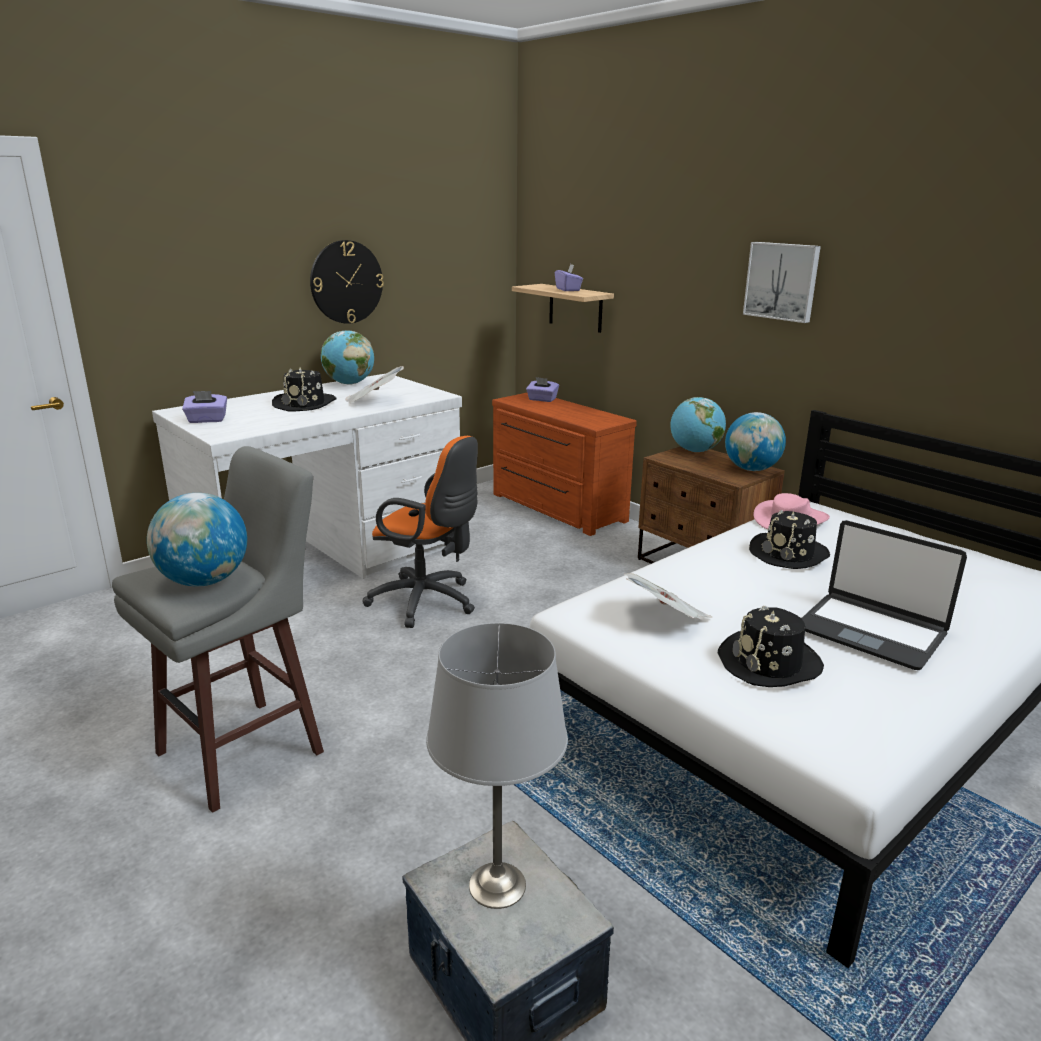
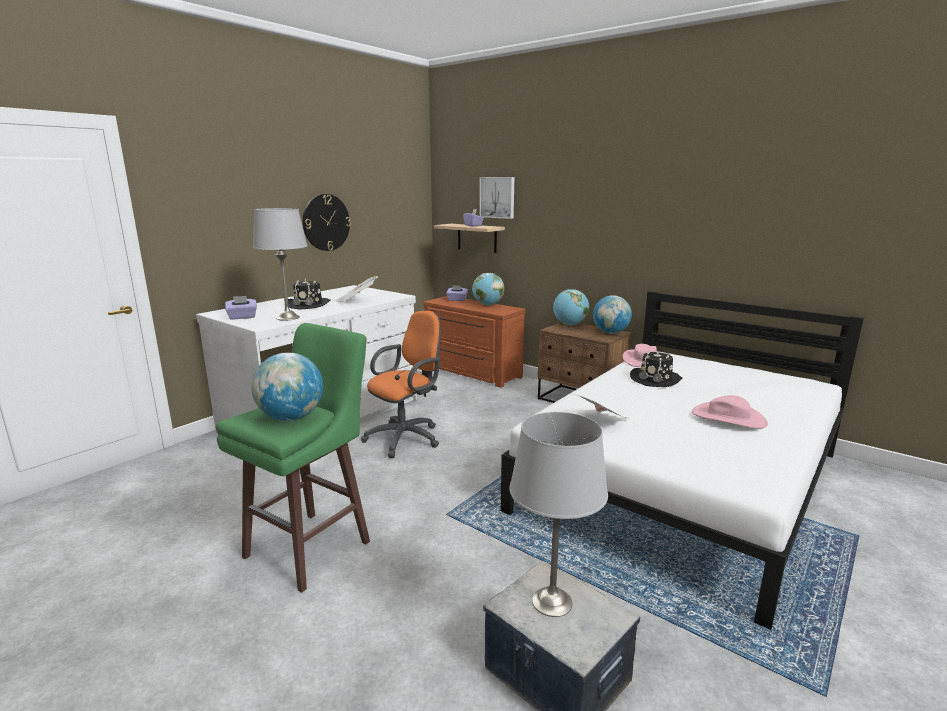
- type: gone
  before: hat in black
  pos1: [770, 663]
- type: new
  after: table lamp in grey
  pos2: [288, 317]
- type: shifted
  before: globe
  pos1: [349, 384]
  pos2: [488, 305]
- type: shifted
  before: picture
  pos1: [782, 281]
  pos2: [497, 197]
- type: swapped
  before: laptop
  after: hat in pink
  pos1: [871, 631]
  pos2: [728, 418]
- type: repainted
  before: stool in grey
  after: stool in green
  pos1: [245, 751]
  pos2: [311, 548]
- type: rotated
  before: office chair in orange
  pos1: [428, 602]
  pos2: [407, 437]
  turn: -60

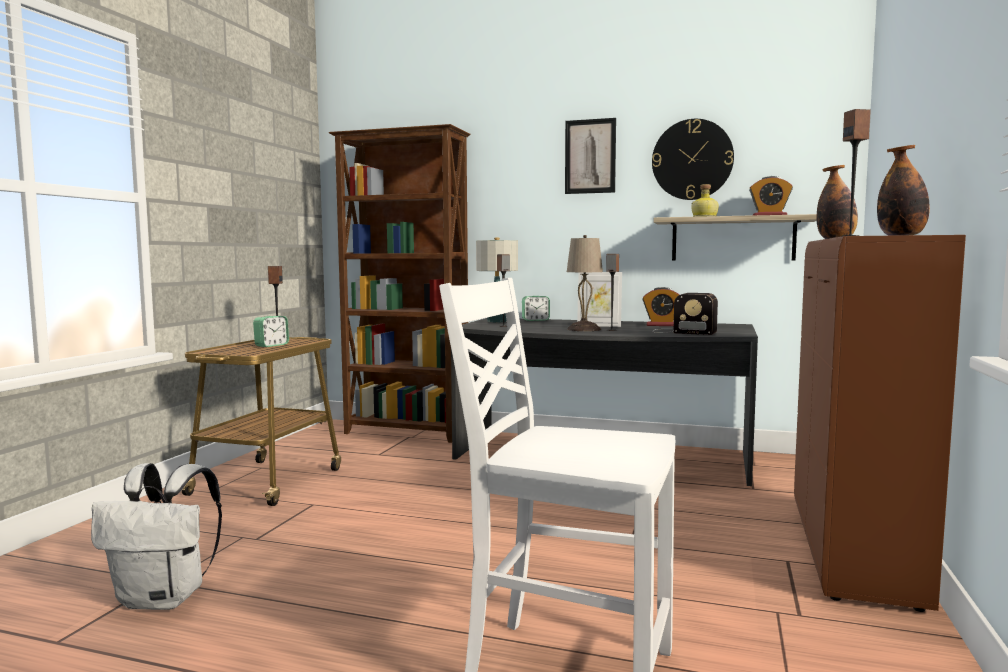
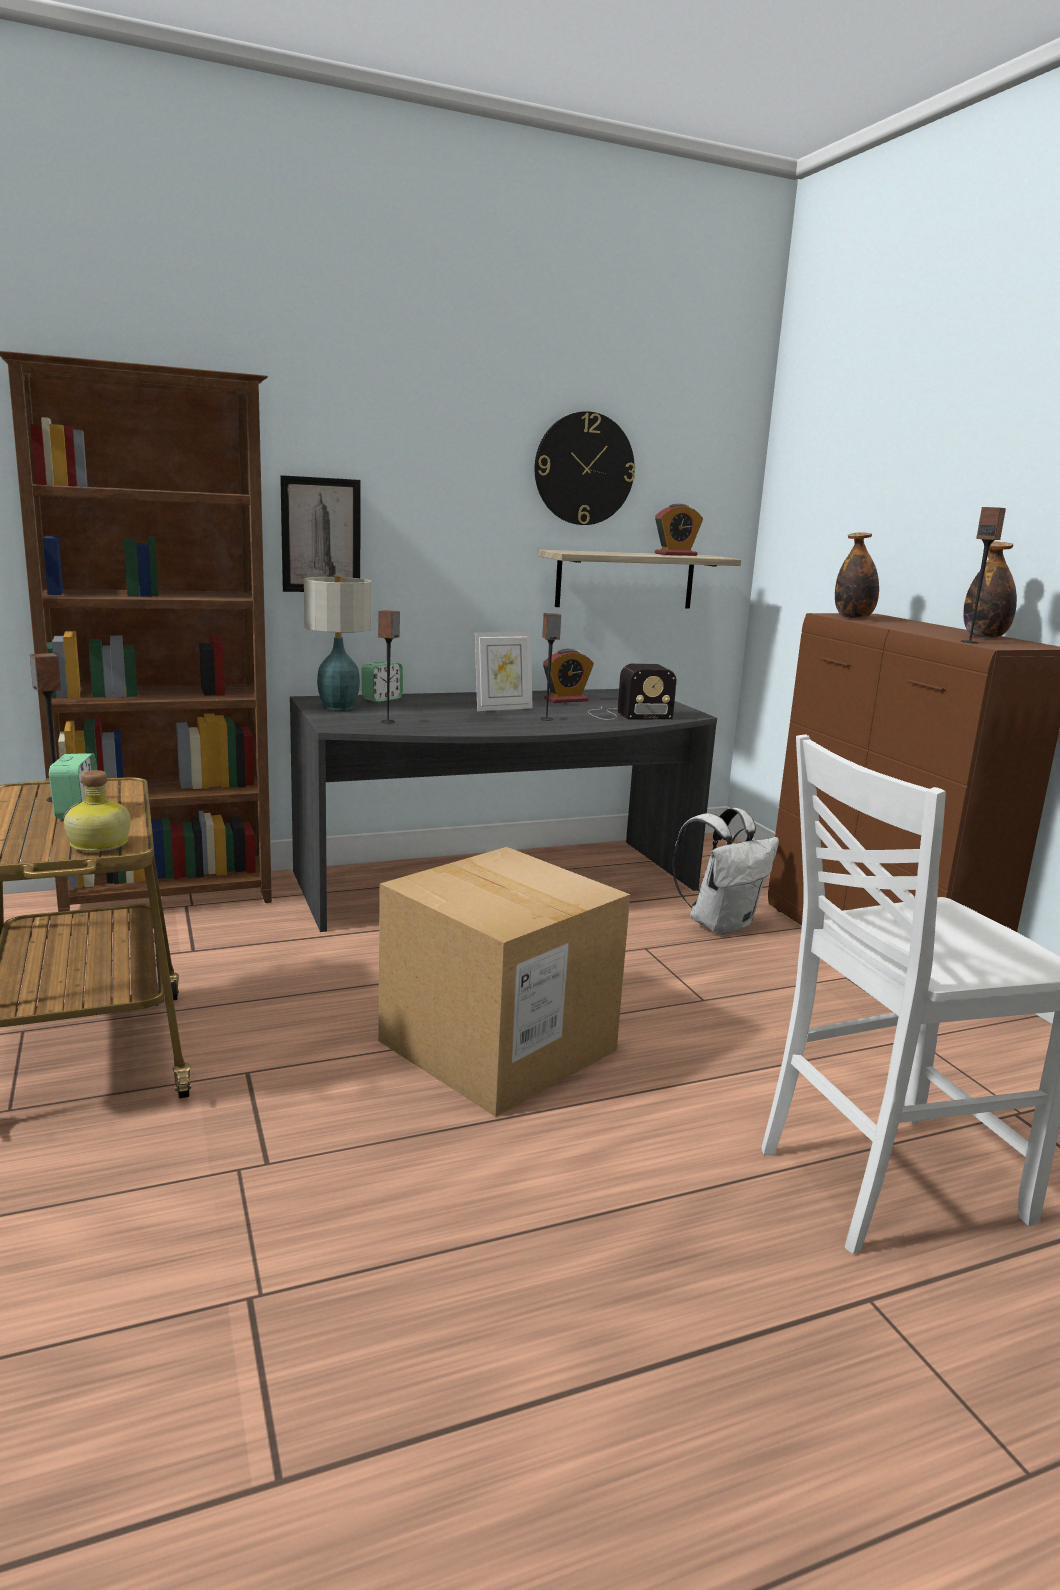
- type: gone
  before: table lamp in beige
  pos1: [584, 329]
- type: new
  after: cardboard box
  pos2: [497, 1045]
- type: shifted
  before: backpack in white
  pos1: [165, 598]
  pos2: [720, 924]
- type: shifted
  before: picture
  pos1: [590, 156]
  pos2: [321, 535]
- type: shifted
  before: bottle
  pos1: [704, 217]
  pos2: [99, 844]

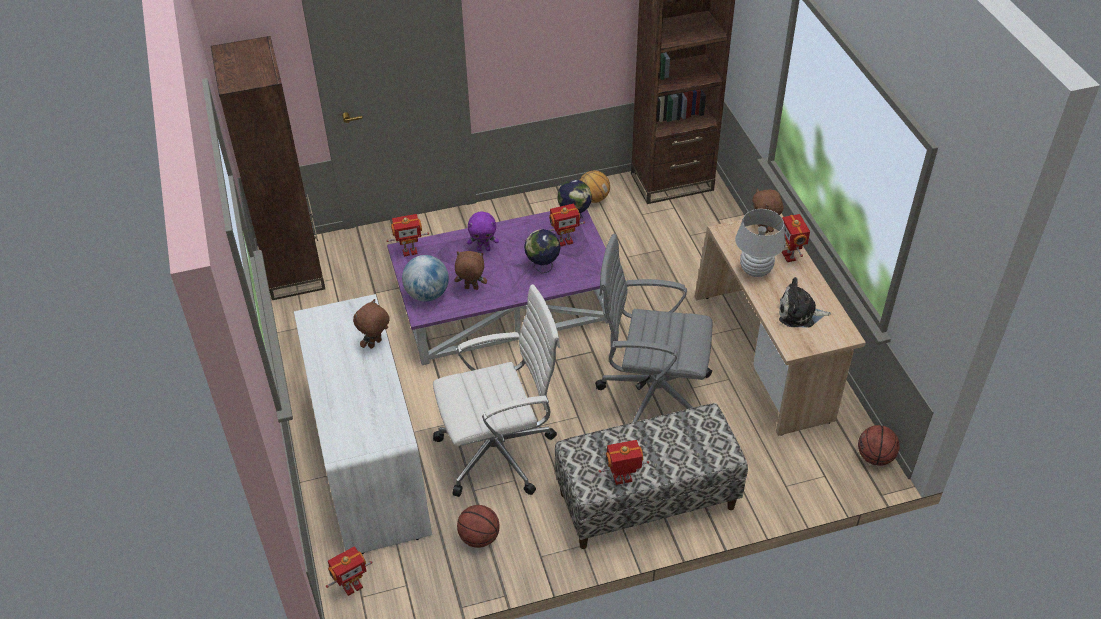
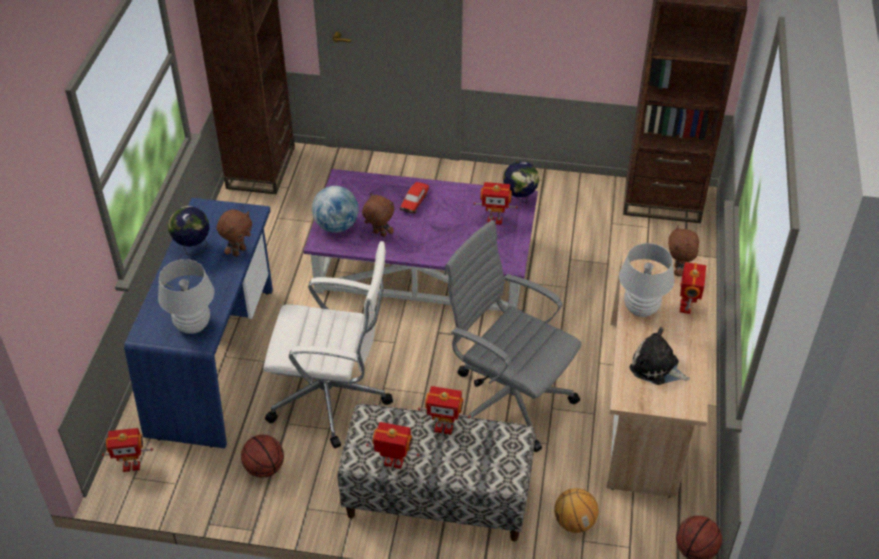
- type: new
  after: table lamp in white
  pos2: [193, 325]
- type: shifted
  before: toy robot
  pos1: [409, 251]
  pos2: [444, 427]
- type: shifted
  before: globe
  pos1: [542, 267]
  pos2: [193, 248]
- type: shifted
  before: basketball
  pos1: [593, 198]
  pos2: [574, 522]
- type: swapped
  before: plush toy in purple
  after: toy car
  pos1: [483, 249]
  pos2: [414, 202]
- type: repainted
  before: desk in white
  after: desk in blue
  pos1: [369, 460]
  pos2: [216, 360]
- type: rotated
  before: plush toy in brown
  pos1: [375, 344]
  pos2: [238, 251]
  turn: 150

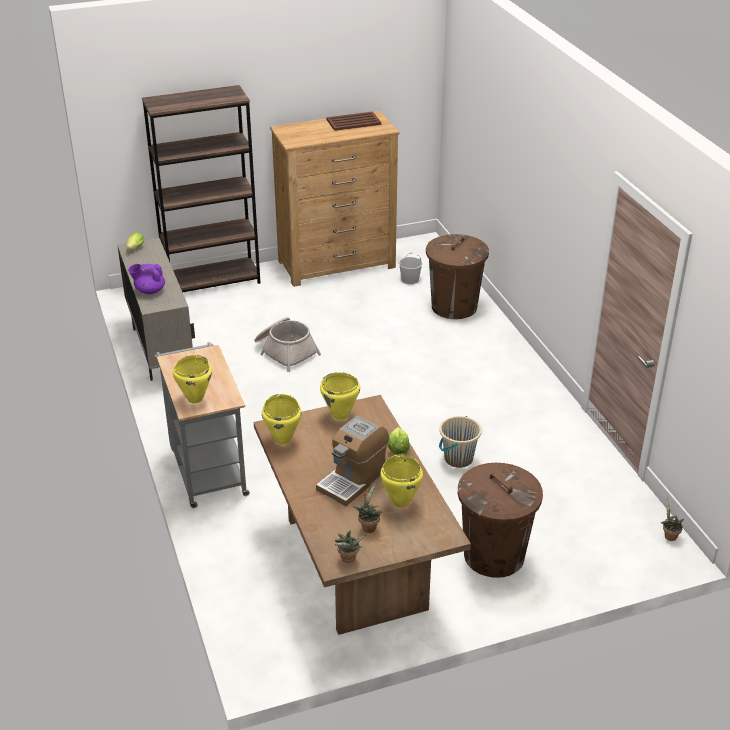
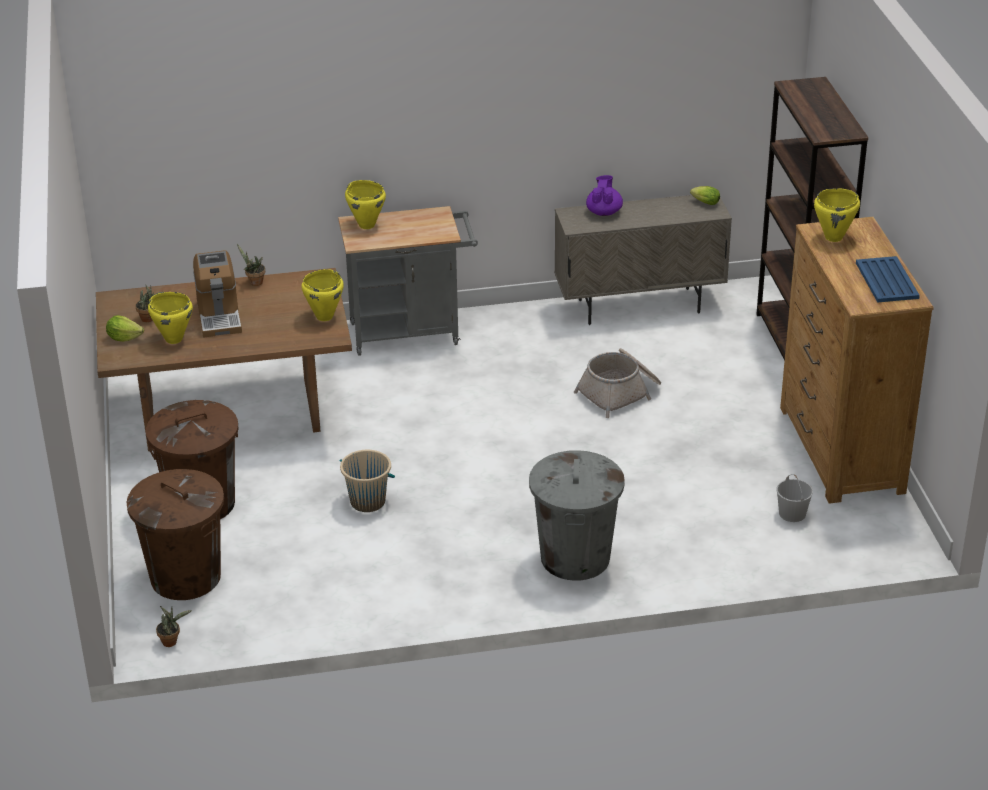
- type: new
  after: trash can in grey
  pos2: [575, 558]
- type: shifted
  before: cooking pot in yellow
  pos1: [283, 439]
  pos2: [834, 237]
- type: shifted
  before: potted plant
  pos1: [348, 560]
  pos2: [254, 282]
- type: shifted
  before: lettuce
  pos1: [398, 450]
  pos2: [124, 338]
- type: shifted
  before: trash can in brown
  pos1: [454, 306]
  pos2: [185, 576]
- type: repainted
  before: tray in brown
  after: tray in blue
  pos1: [354, 122]
  pos2: [886, 281]
- type: rotated
  before: coffee machine
  pos1: [353, 479]
  pos2: [219, 316]
  turn: -150

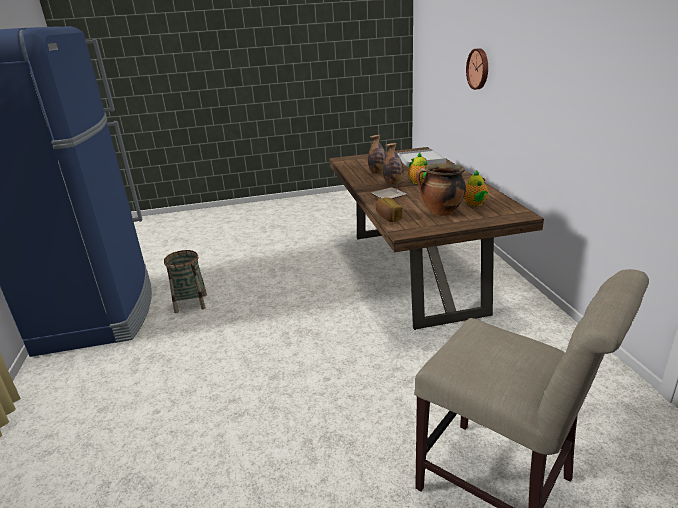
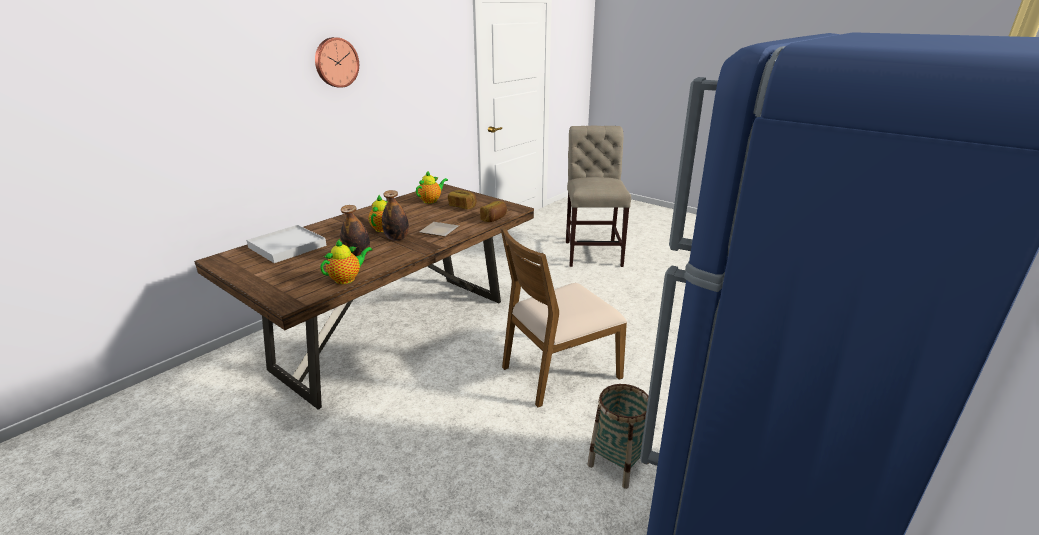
- type: new
  after: teapot
  pos2: [347, 279]
- type: new
  after: chair in brown
  pos2: [559, 371]
- type: shifted
  before: wall clock
  pos1: [479, 69]
  pos2: [336, 62]
- type: swapped
  before: cooking pot
  after: bread
  pos1: [441, 212]
  pos2: [462, 206]

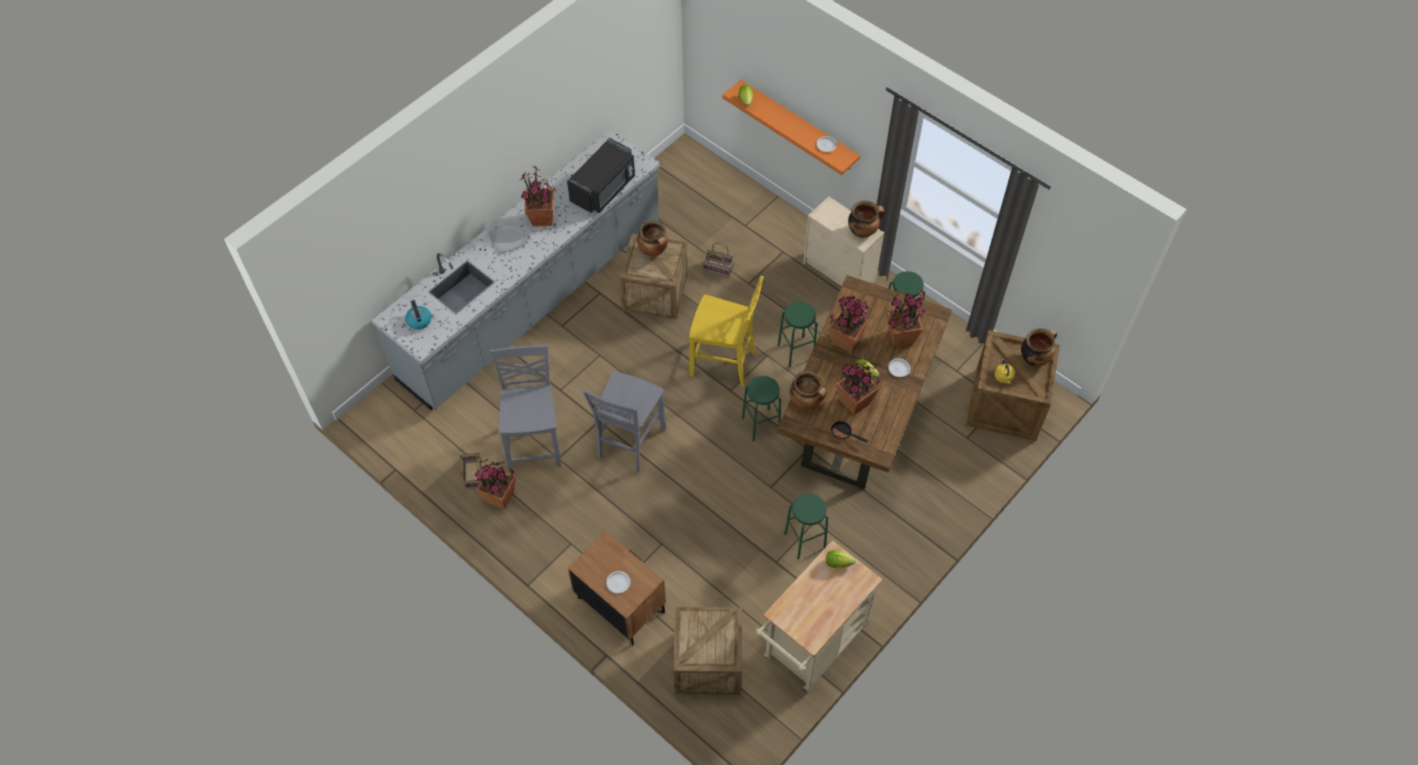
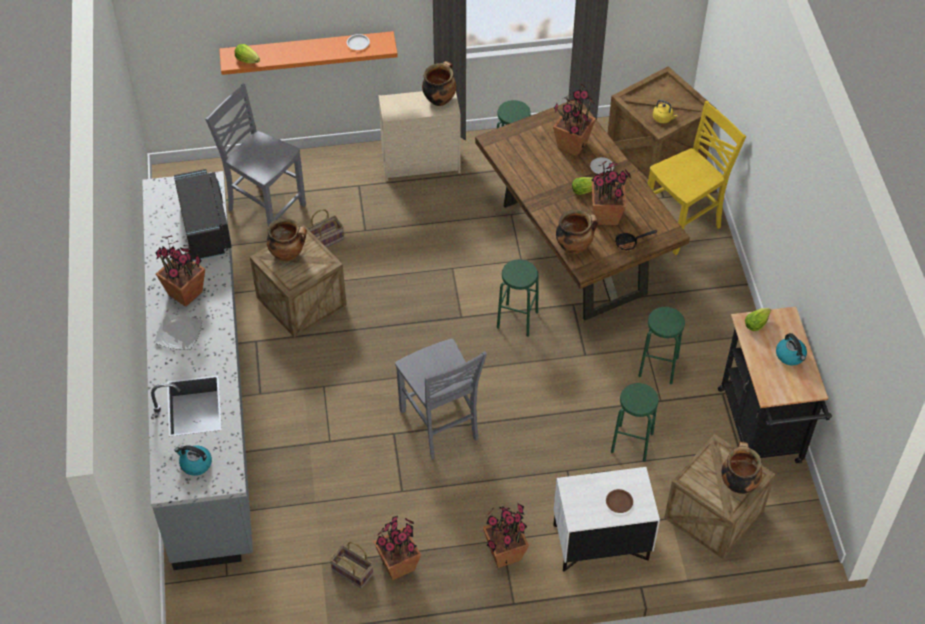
- type: new
  after: kettle
  pos2: [790, 356]
- type: shifted
  before: chair in grey
  pos1: [535, 442]
  pos2: [265, 207]
- type: shifted
  before: chair in yellow
  pos1: [724, 363]
  pos2: [683, 225]
- type: shifted
  before: stool in green
  pos1: [796, 351]
  pos2: [632, 443]
- type: shifted
  before: potted plant
  pos1: [846, 340]
  pos2: [504, 553]
- type: shifted
  before: cooking pot
  pos1: [1034, 358]
  pos2: [738, 483]
- type: repainted
  before: nightstand in brown
  after: nightstand in white
  pos1: [620, 605]
  pos2: [600, 543]
- type: repainted
  before: plate in white
  after: plate in brown
  pos1: [618, 583]
  pos2: [619, 502]
- type: repainted
  before: cart in beige
  after: cart in black
  pos1: [811, 648]
  pos2: [762, 432]

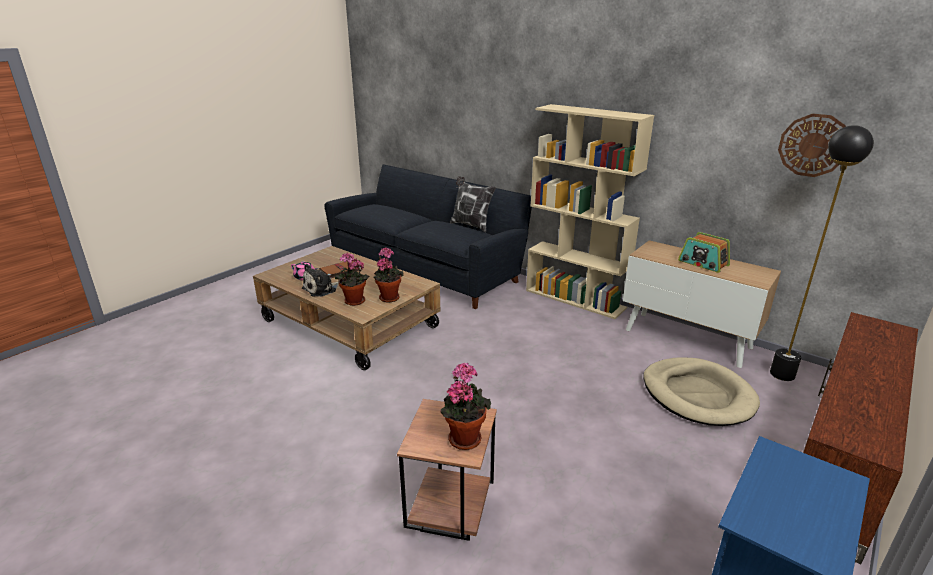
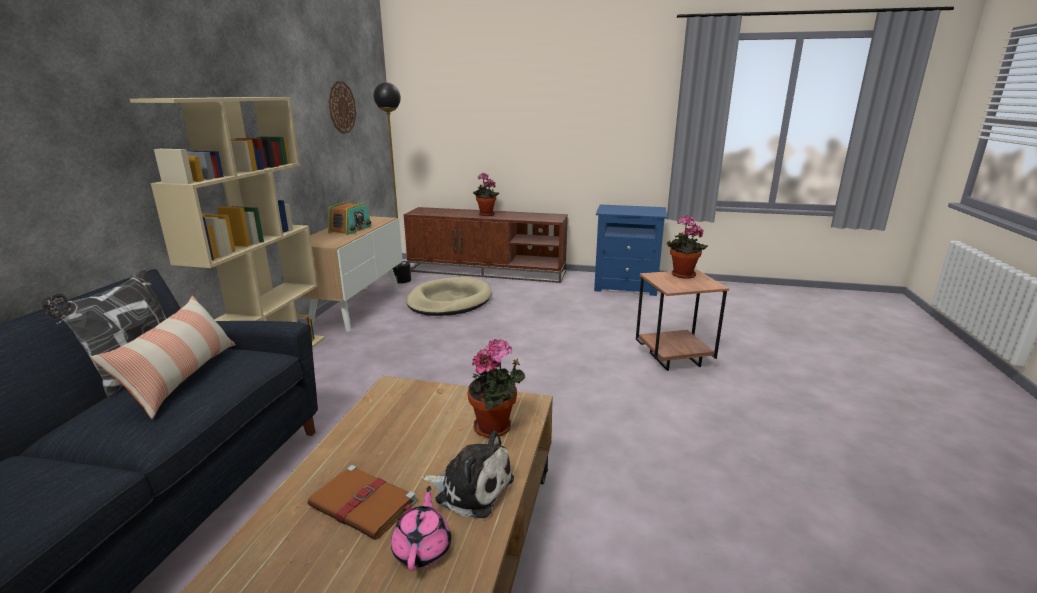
- type: new
  after: pillow
  pos2: [183, 377]
- type: shifted
  before: potted plant
  pos1: [389, 297]
  pos2: [485, 214]

